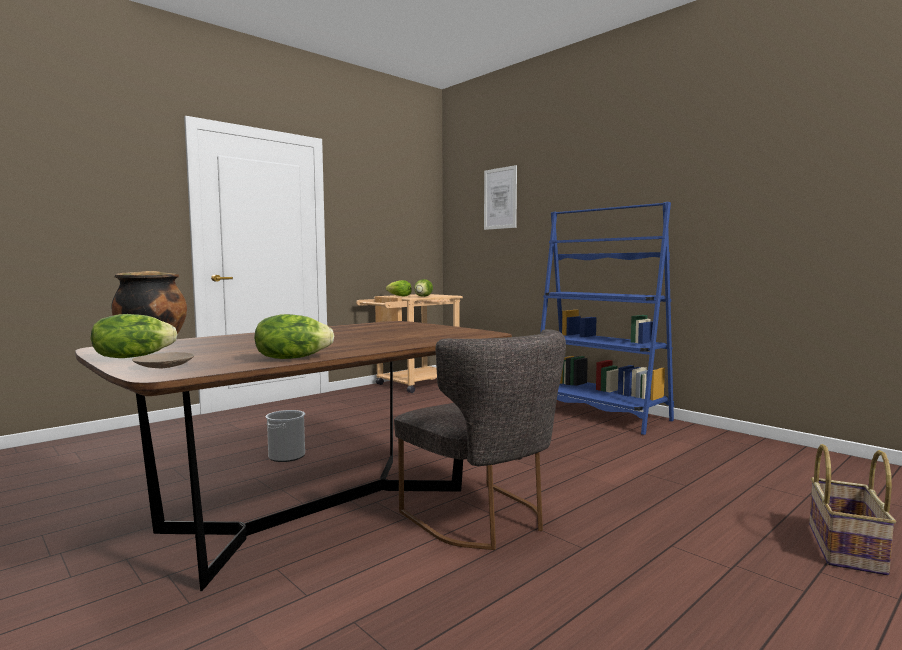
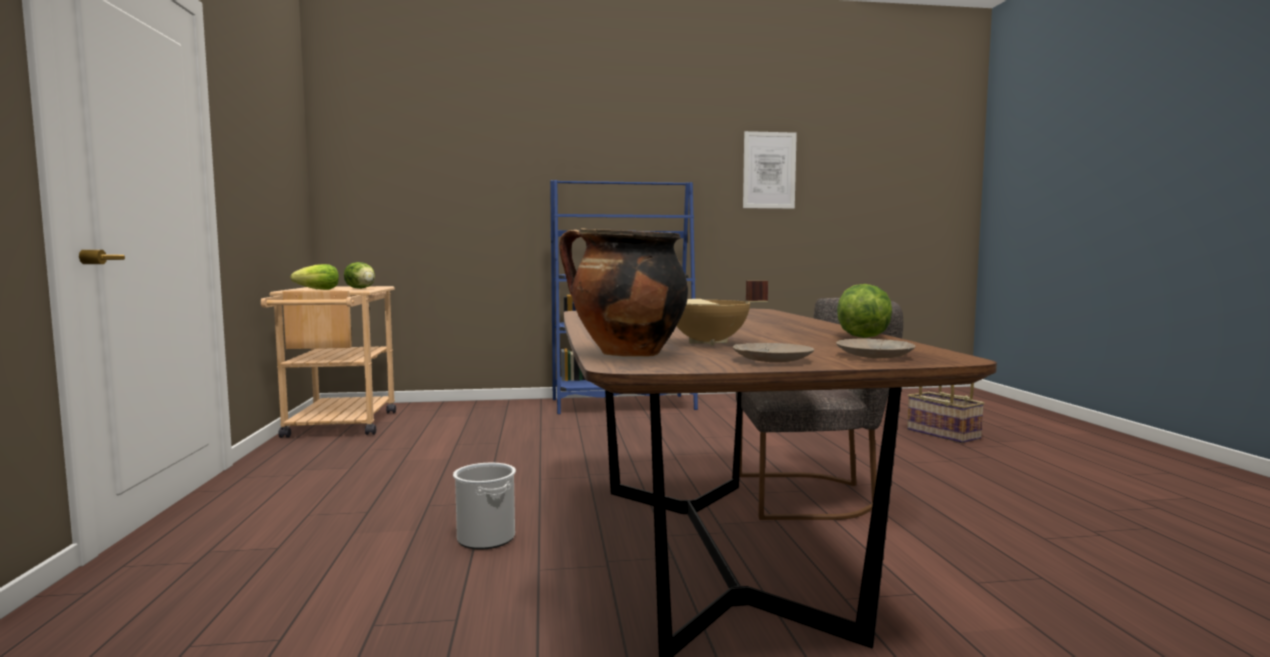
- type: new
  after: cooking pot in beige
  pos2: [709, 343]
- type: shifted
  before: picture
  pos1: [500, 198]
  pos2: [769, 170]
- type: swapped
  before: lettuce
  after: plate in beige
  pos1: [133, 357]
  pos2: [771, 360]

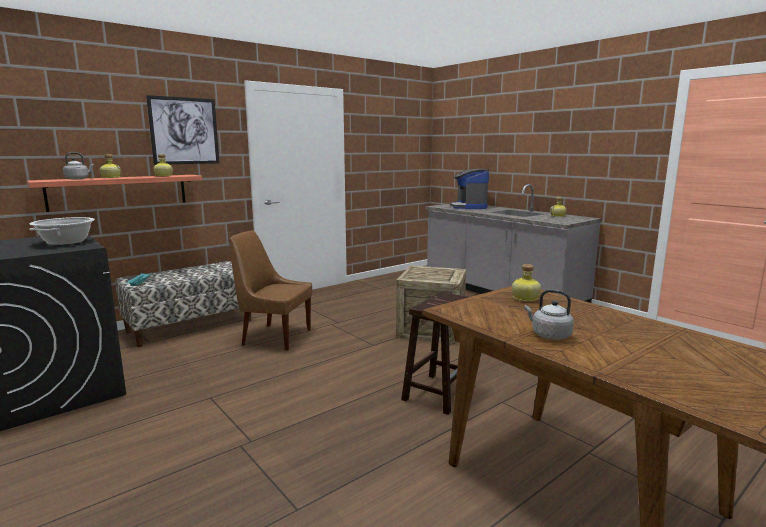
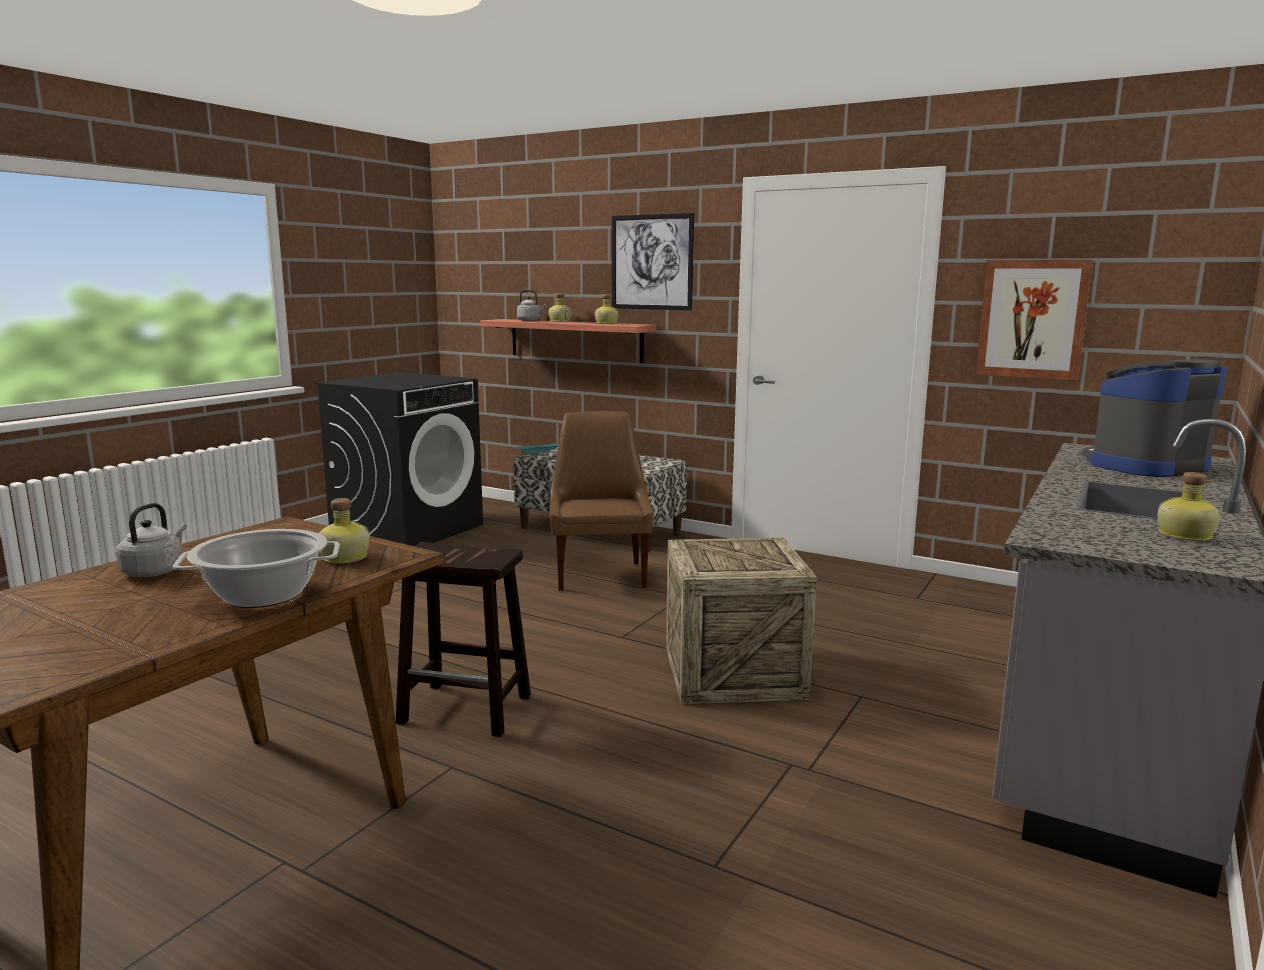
- type: new
  after: picture
  pos2: [1032, 319]
- type: shifted
  before: cooking pot
  pos1: [66, 242]
  pos2: [264, 595]

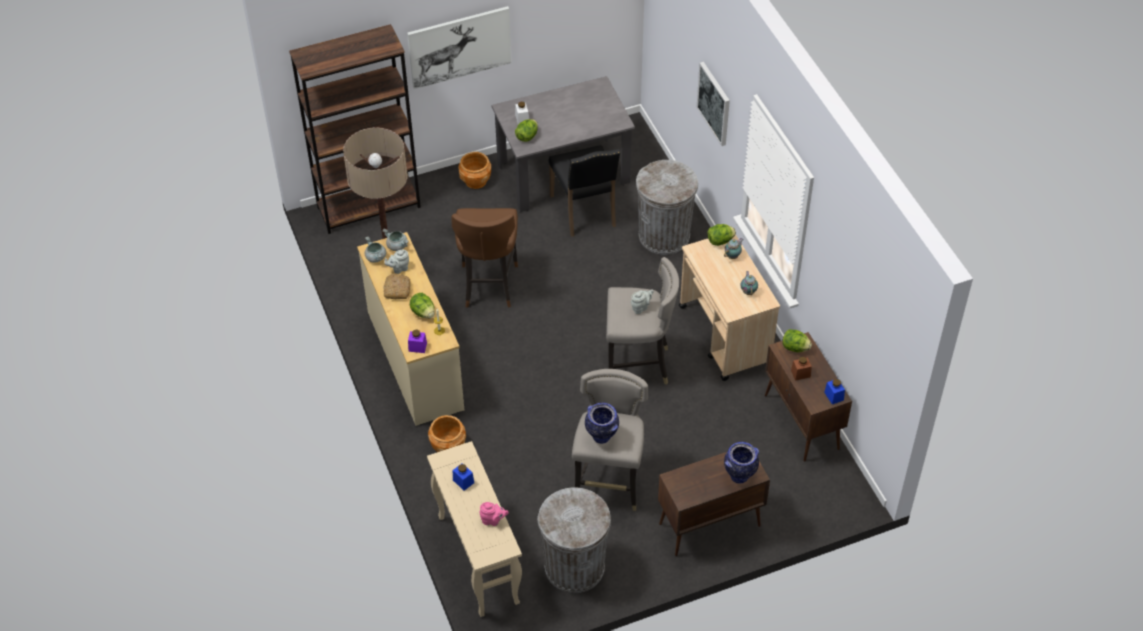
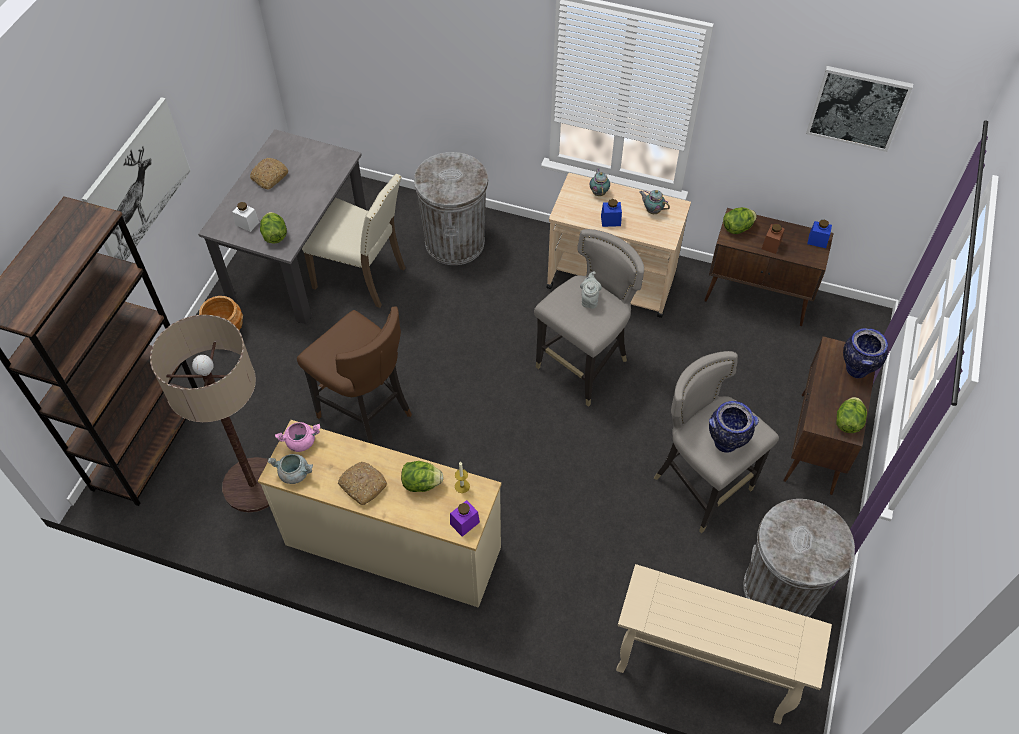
- type: gone
  before: teapot in grey
  pos1: [399, 268]
- type: gone
  before: planter in brown
  pos1: [448, 446]
- type: gone
  before: teapot in pink
  pos1: [493, 520]
- type: new
  after: bread
  pos2: [269, 177]
- type: shifted
  before: jar in blue
  pos1: [463, 481]
  pos2: [610, 220]
- type: shifted
  before: picture
  pos1: [714, 103]
  pos2: [858, 107]
- type: shifted
  before: lettuce
  pos1: [720, 241]
  pos2: [848, 422]
- type: repainted
  before: cooking pot in grey
  after: cooking pot in pink
  pos1: [397, 246]
  pos2: [301, 442]
- type: repainted
  before: chair in black
  after: chair in beige
  pos1: [585, 211]
  pos2: [362, 277]

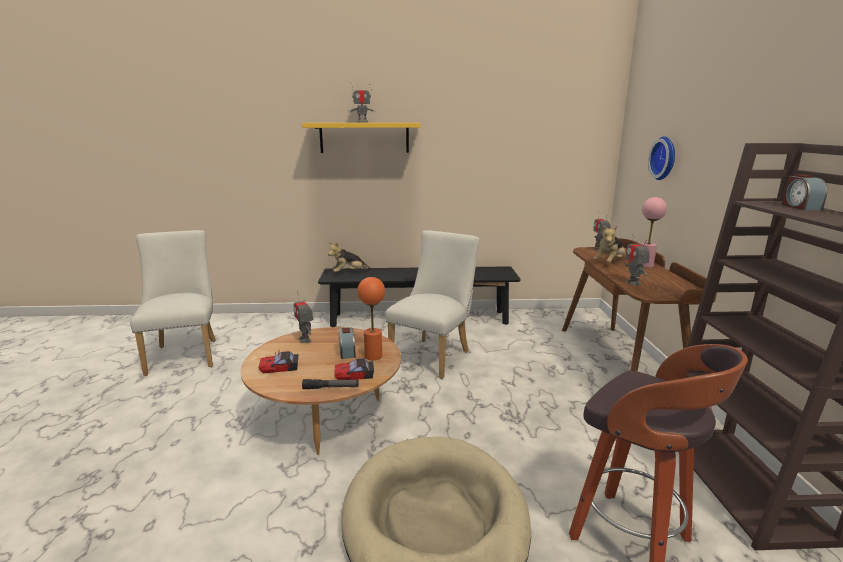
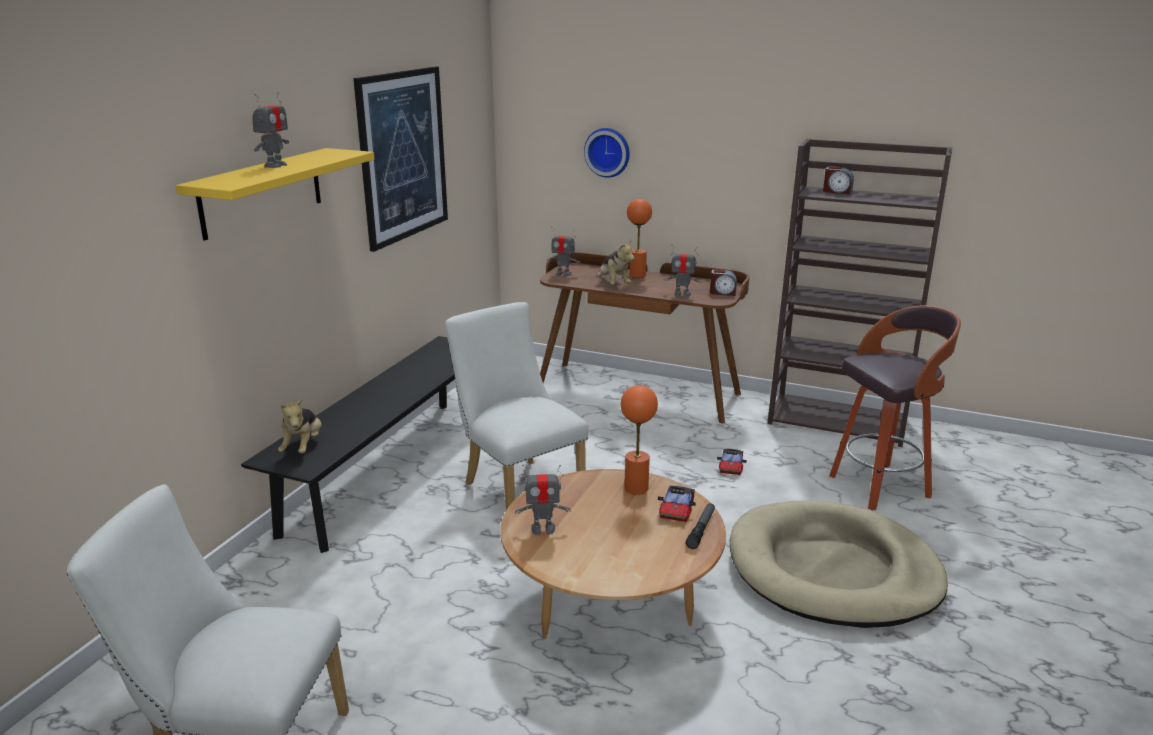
- type: new
  after: picture
  pos2: [403, 155]
- type: shifted
  before: toy car
  pos1: [279, 367]
  pos2: [731, 466]
- type: shifted
  before: alarm clock
  pos1: [347, 352]
  pos2: [722, 293]
- type: repainted
  before: table lamp in pink
  after: table lamp in orange
  pos1: [645, 265]
  pos2: [637, 275]

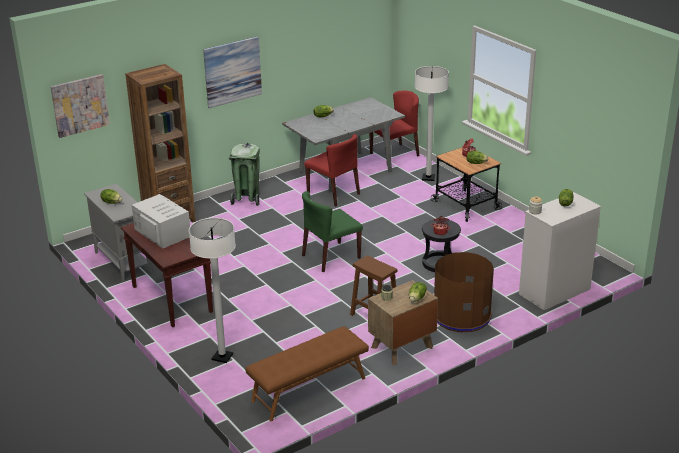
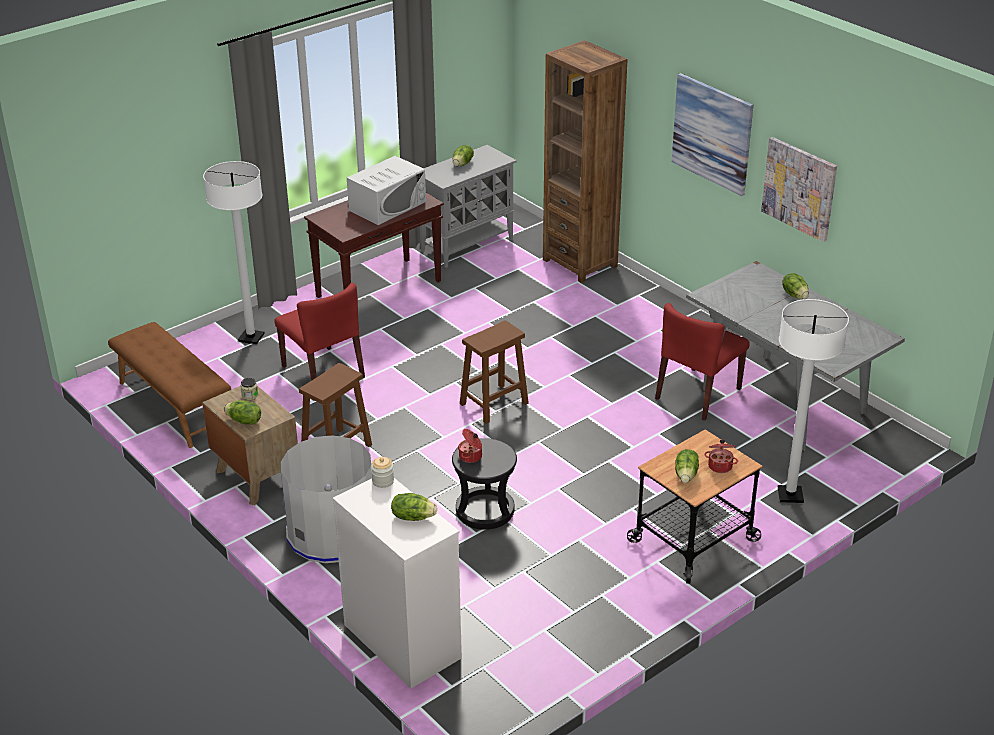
- type: gone
  before: trash can in green
  pos1: [247, 199]
- type: shifted
  before: picture
  pos1: [80, 105]
  pos2: [799, 188]
- type: shifted
  before: chair in red
  pos1: [394, 154]
  pos2: [323, 372]
- type: swapped
  before: chair in green
  after: stool in brown
  pos1: [330, 257]
  pos2: [494, 403]
- type: repainted
  before: trash can in brown
  after: trash can in grey
  pos1: [461, 316]
  pos2: [332, 533]

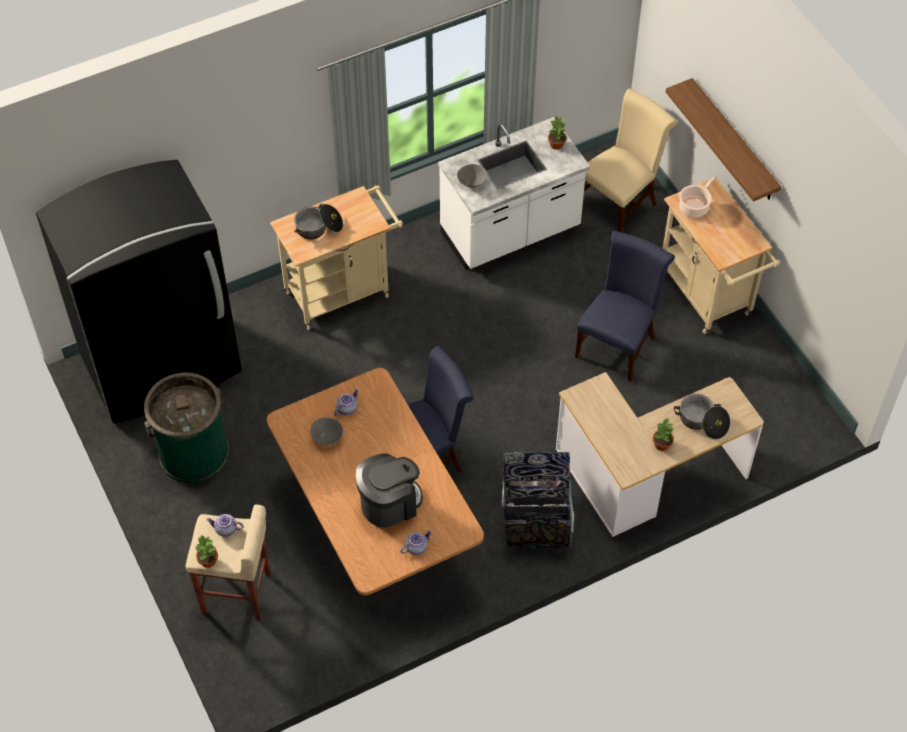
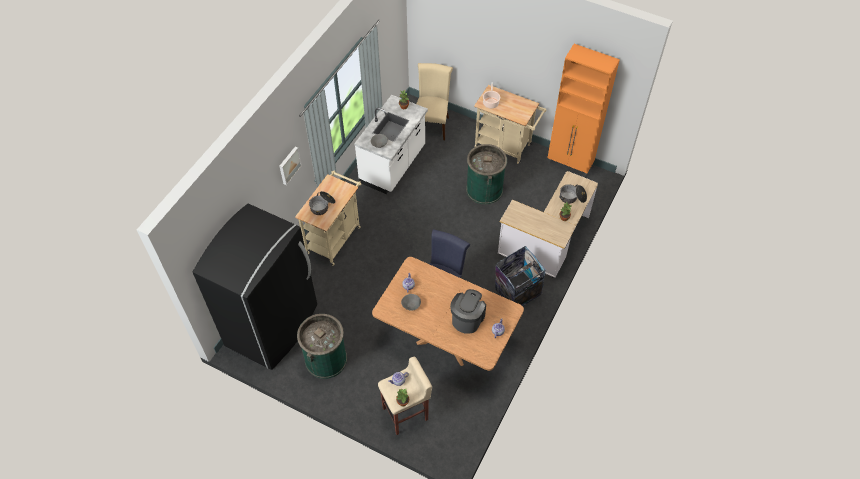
- type: gone
  before: shelf
  pos1: [733, 141]
- type: new
  after: picture
  pos2: [289, 165]
- type: new
  after: cabinet in orange
  pos2: [570, 165]
- type: swapped
  before: chair in blue
  after: trash can in green
  pos1: [618, 344]
  pos2: [484, 189]

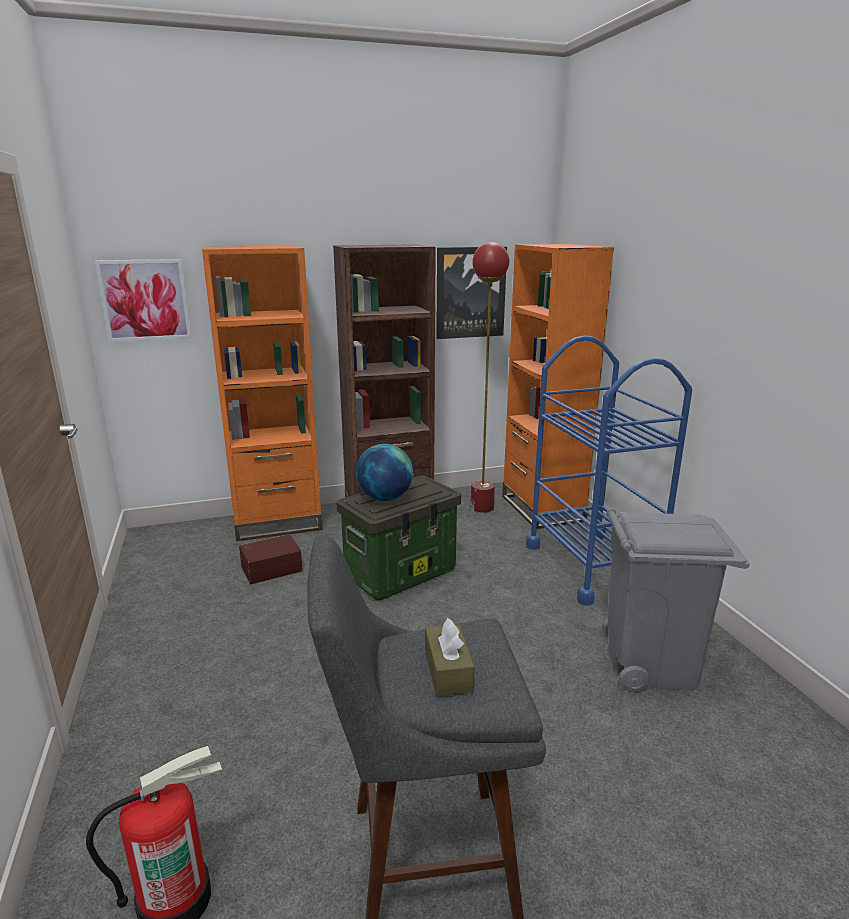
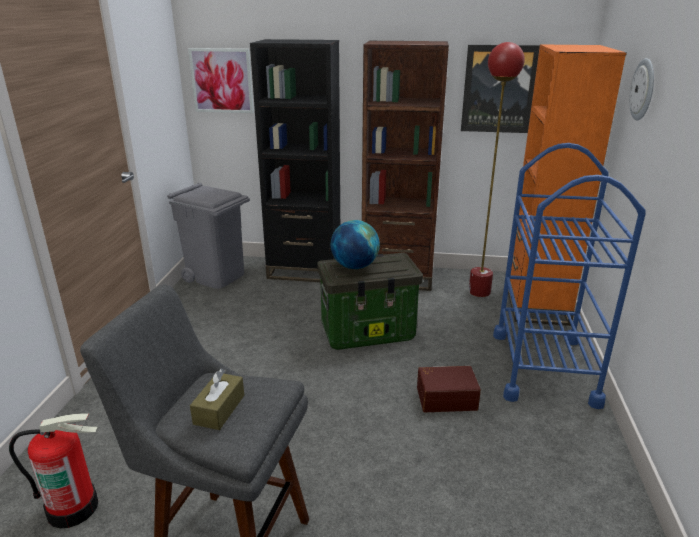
- type: new
  after: wall clock
  pos2: [643, 89]
- type: shifted
  before: storage box in brown
  pos1: [271, 568]
  pos2: [446, 397]
- type: shifted
  before: trash can in grey
  pos1: [651, 663]
  pos2: [217, 276]
- type: repainted
  before: bookcase in orange
  after: bookcase in black
  pos1: [277, 523]
  pos2: [304, 270]

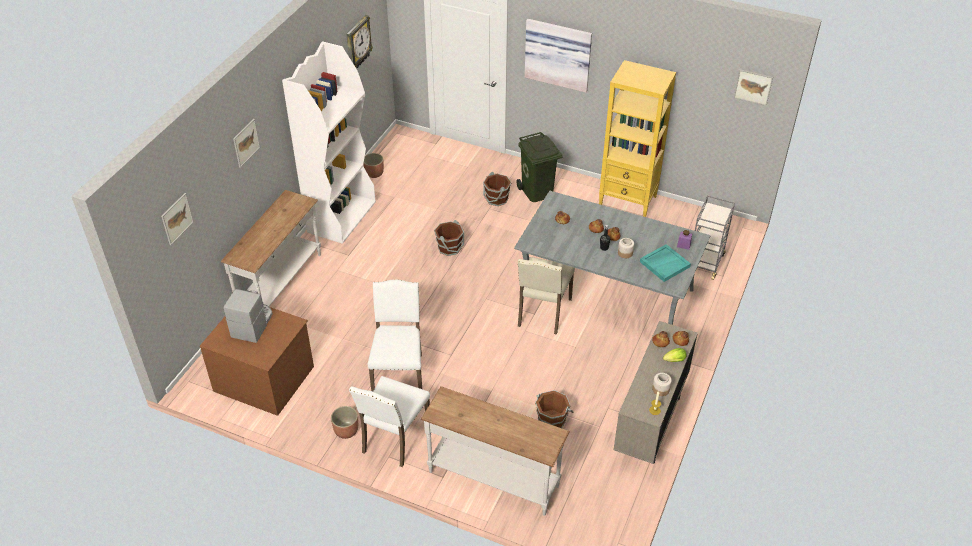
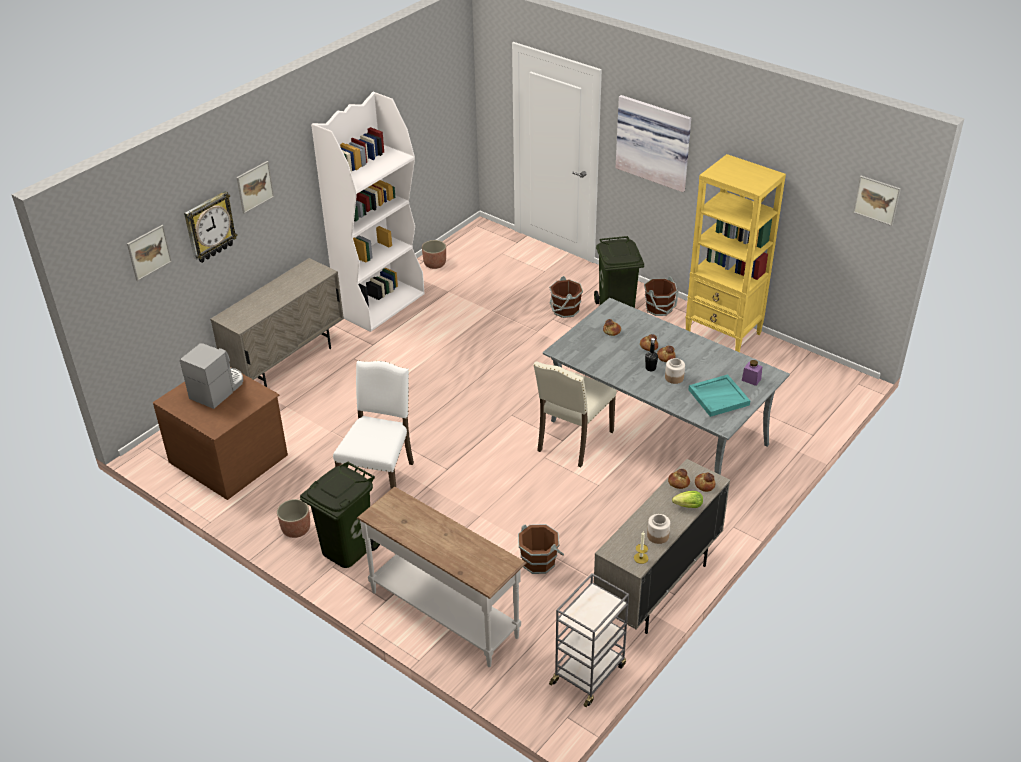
- type: shifted
  before: wall clock
  pos1: [357, 43]
  pos2: [209, 227]
- type: shifted
  before: bucket in brown
  pos1: [450, 248]
  pos2: [659, 308]
- type: shifted
  before: cart in grey
  pos1: [705, 262]
  pos2: [589, 673]
- type: swapped
  before: console table in white
  after: cabinet in beige
  pos1: [281, 283]
  pos2: [287, 363]
- type: swapped
  before: chair in white
  after: trash can in green
  pos1: [394, 439]
  pos2: [346, 548]

